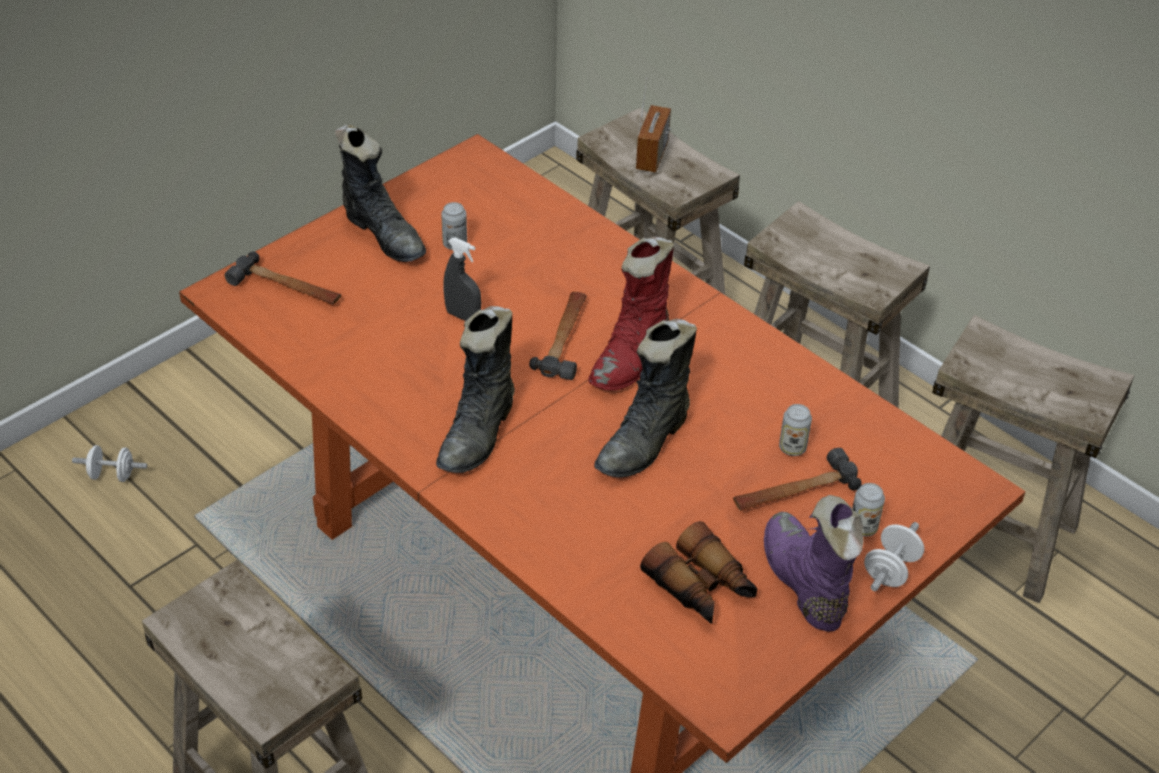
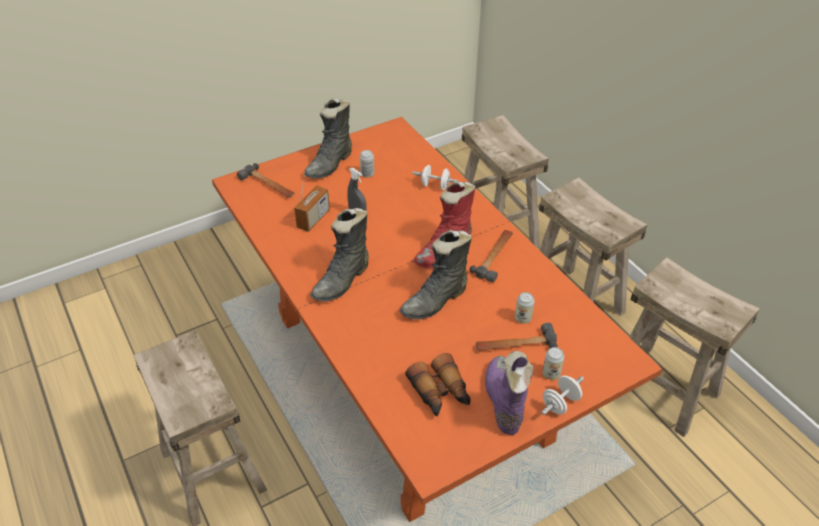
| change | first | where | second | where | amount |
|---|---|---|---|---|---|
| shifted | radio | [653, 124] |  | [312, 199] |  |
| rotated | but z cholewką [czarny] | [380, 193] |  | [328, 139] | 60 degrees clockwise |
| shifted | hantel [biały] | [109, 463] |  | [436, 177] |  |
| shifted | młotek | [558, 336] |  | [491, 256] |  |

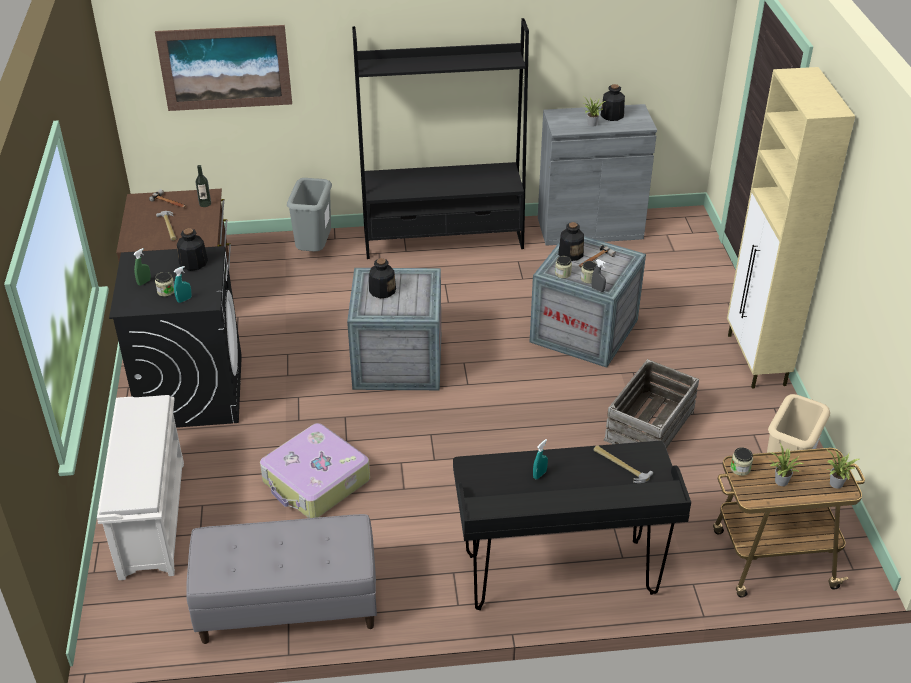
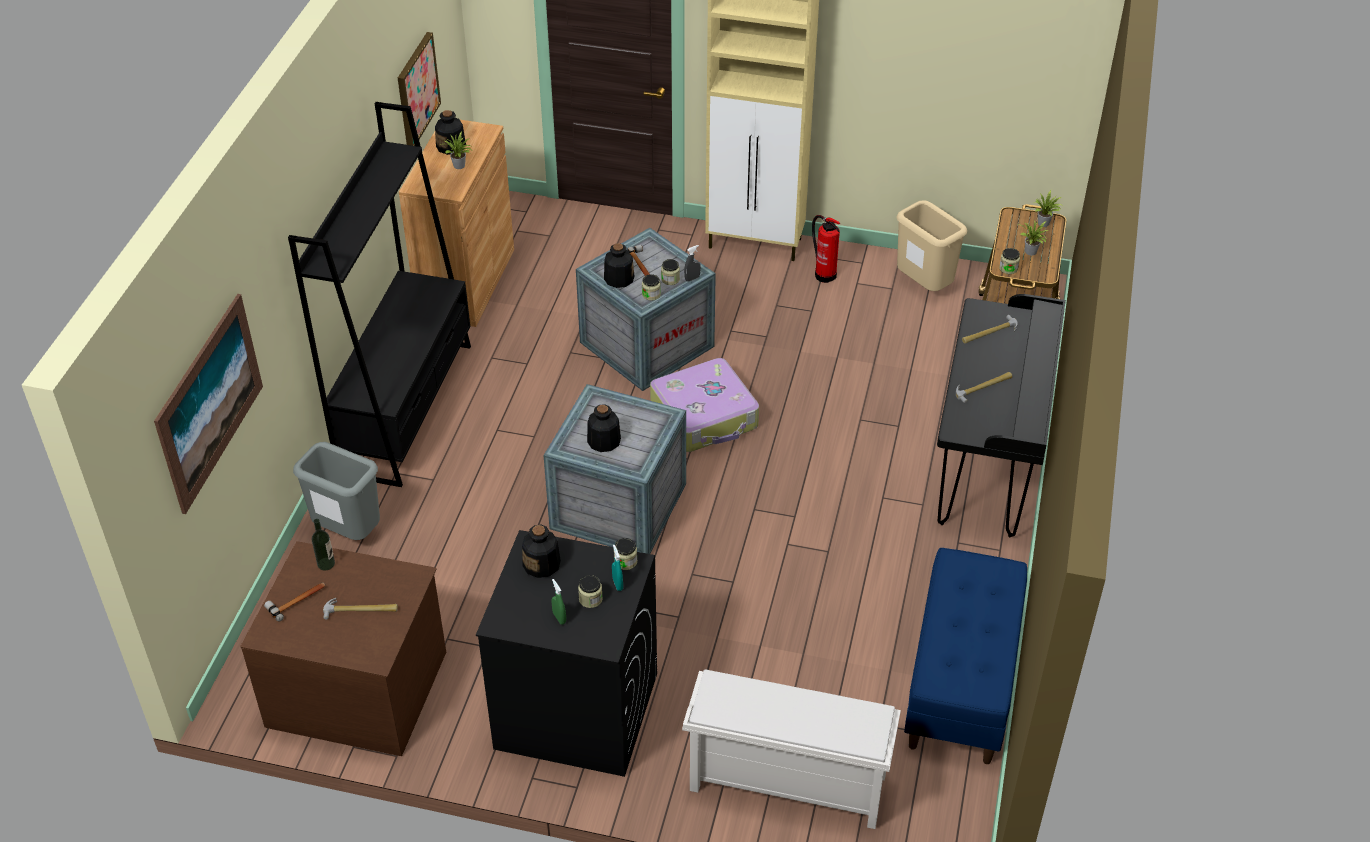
| change | first | where | second | where | amount |
|---|---|---|---|---|---|
| new |  |  | obraz | [419, 89] |  |
| repainted | szafka [szary] | [597, 175] | szafka [brązowy] | [456, 223] |  |
| new |  |  | słoik | [625, 554] |  |
| shifted | walizka | [315, 470] |  | [704, 405] |  |
| new |  |  | gaśnica | [826, 249] |  |
| repainted | ławka [szary] | [281, 579] | ławka [niebieski] | [965, 656] |  |
| swapped | spryskiwacz [turkusowy] | [540, 459] | młotek | [984, 387] |  |
| gone | skrzynka | [651, 403] |  |  |  |

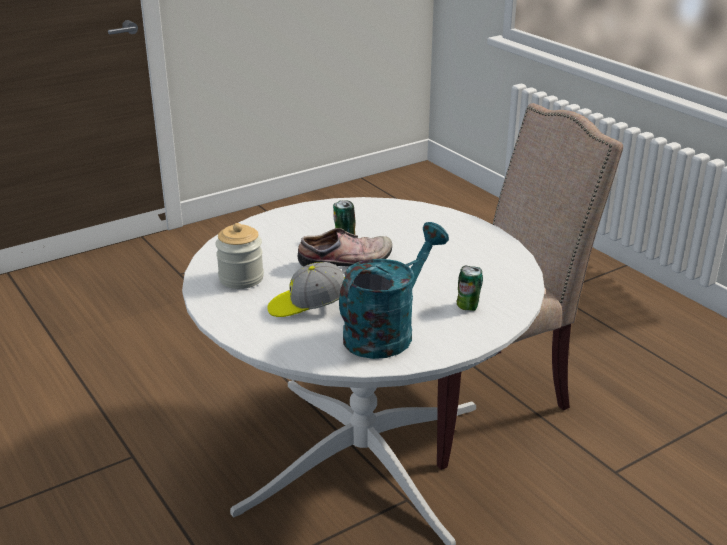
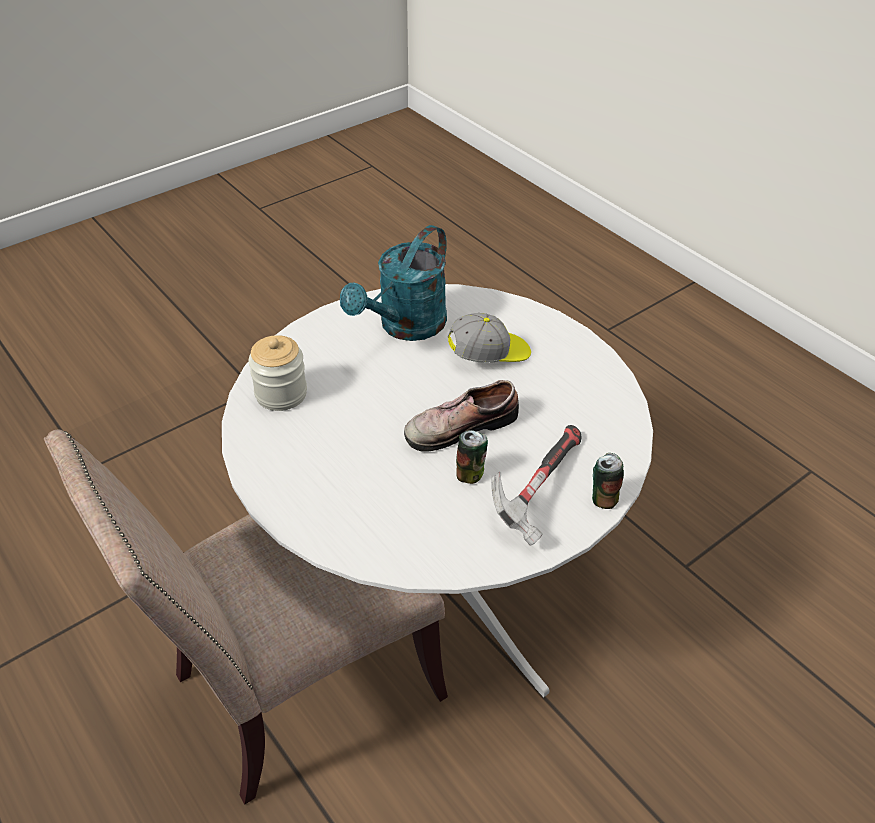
| change | first | where | second | where | amount |
|---|---|---|---|---|---|
| shifted | słoik | [239, 256] |  | [277, 373] |  |
| new |  |  | młotek | [536, 485] |  |
| shifted | puszka | [470, 288] |  | [608, 481] |  |

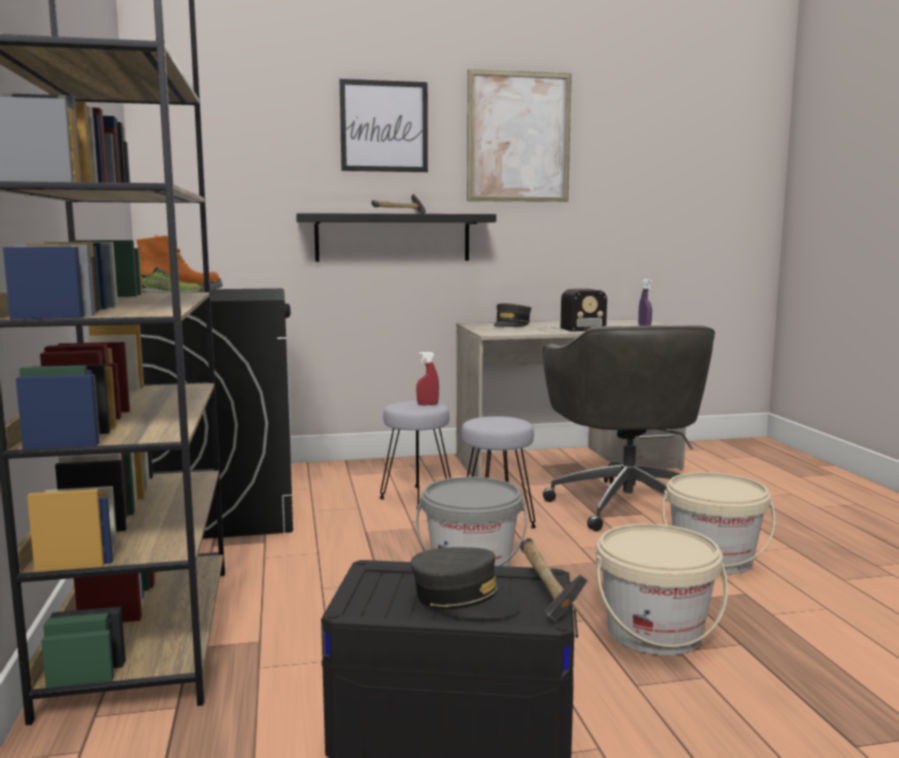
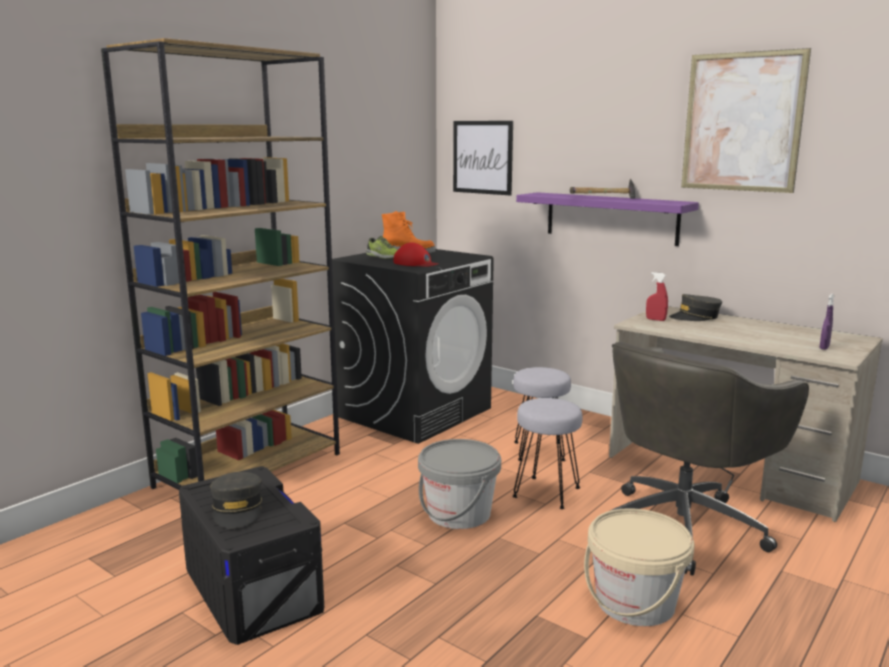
| change | first | where | second | where | amount |
|---|---|---|---|---|---|
| new |  |  | czapka z daszkiem [czerwony] | [416, 255] |  |
| shifted | obraz | [383, 125] |  | [483, 158] |  |
| repainted | półka [czarny] | [396, 237] | półka [fioletowy] | [607, 219] |  |
| shifted | spryskiwacz [czerwony] | [427, 378] |  | [657, 296] |  |
| gone | młotek | [554, 579] |  |  |  |
| gone | radio | [572, 310] |  |  |  |
| gone | wiadro [beżowy] | [662, 589] |  |  |  |

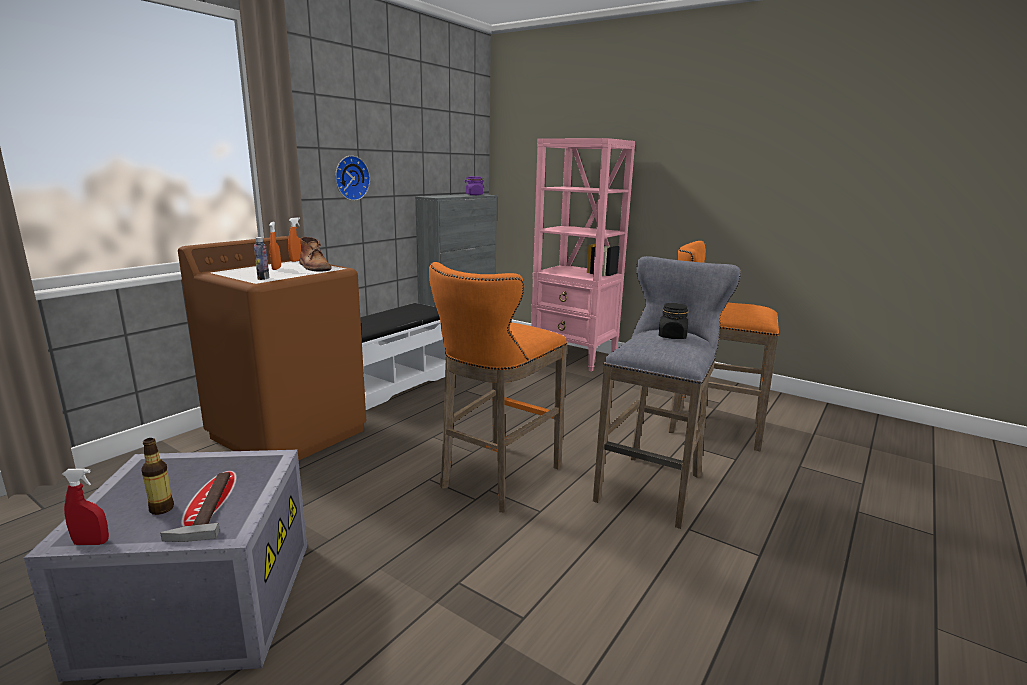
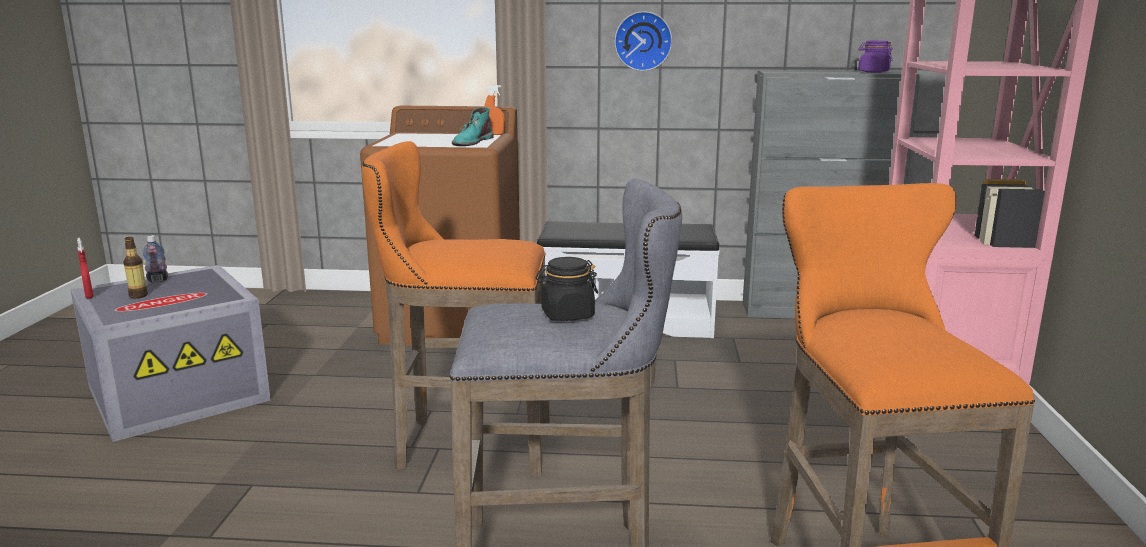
| change | first | where | second | where | amount |
|---|---|---|---|---|---|
| shifted | butelka | [261, 258] |  | [155, 258] |  |
| repainted | but z cholewką [brązowy] | [315, 254] | but z cholewką [turkusowy] | [473, 126] |  |
| gone | młotek | [195, 507] |  |  |  |
| gone | spryskiwacz [pomarańczowy] | [275, 246] |  |  |  |

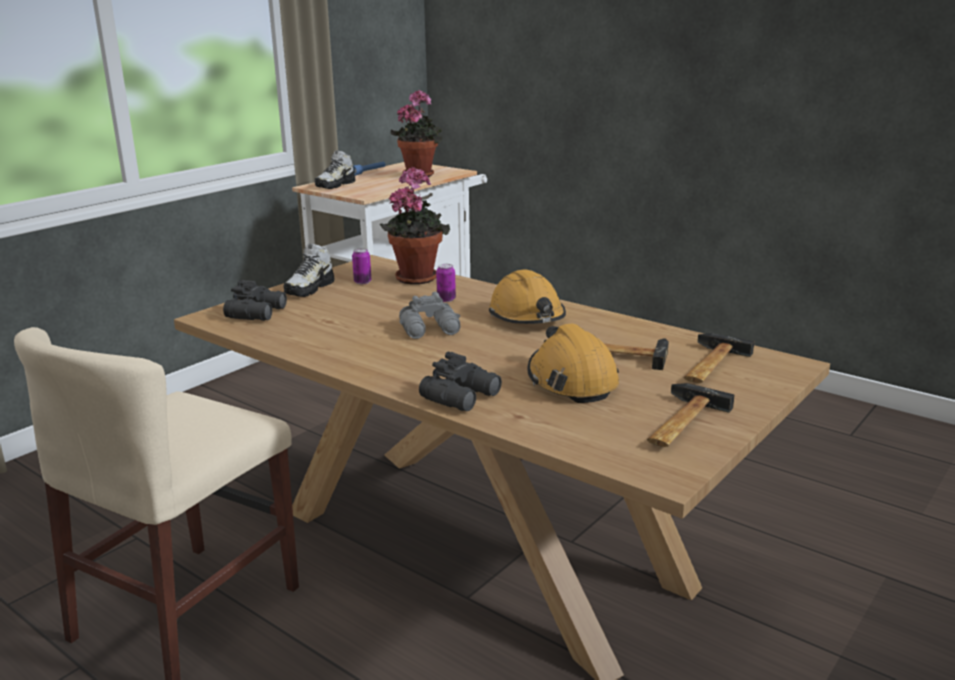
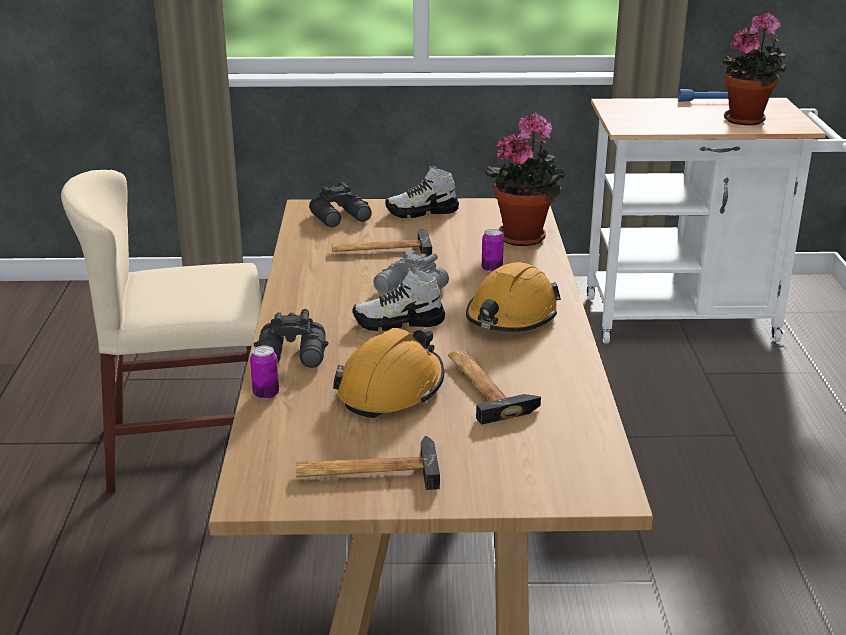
| change | first | where | second | where | amount |
|---|---|---|---|---|---|
| shifted | puszka | [361, 266] |  | [264, 372] |  |
| shifted | młotek | [719, 358] |  | [382, 243] |  |
| shifted | but | [335, 169] |  | [399, 299] |  |

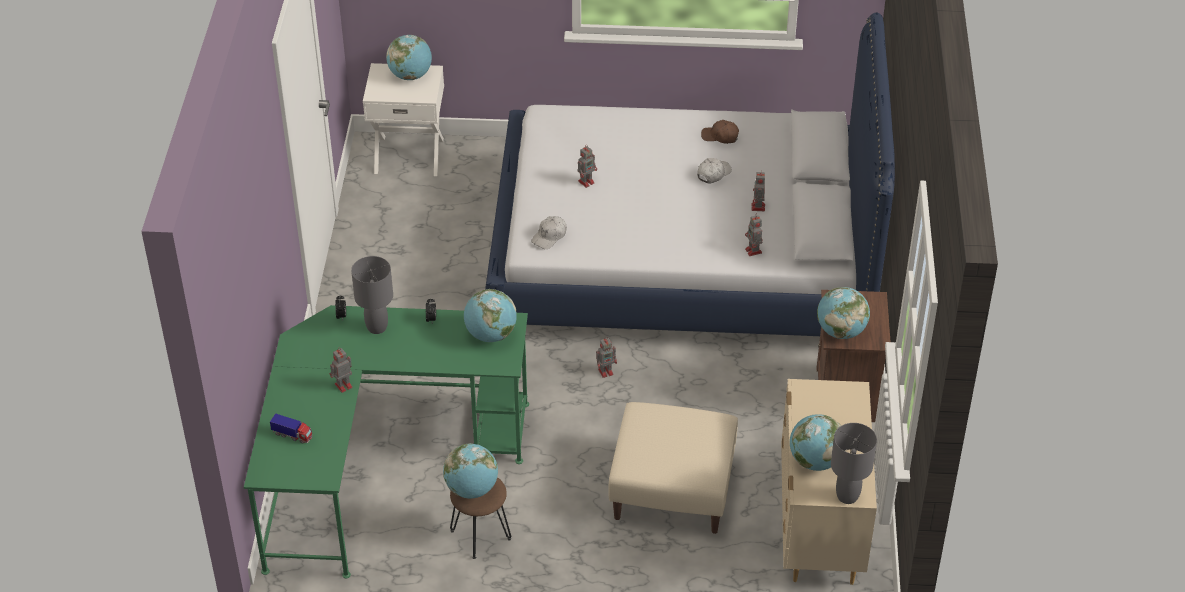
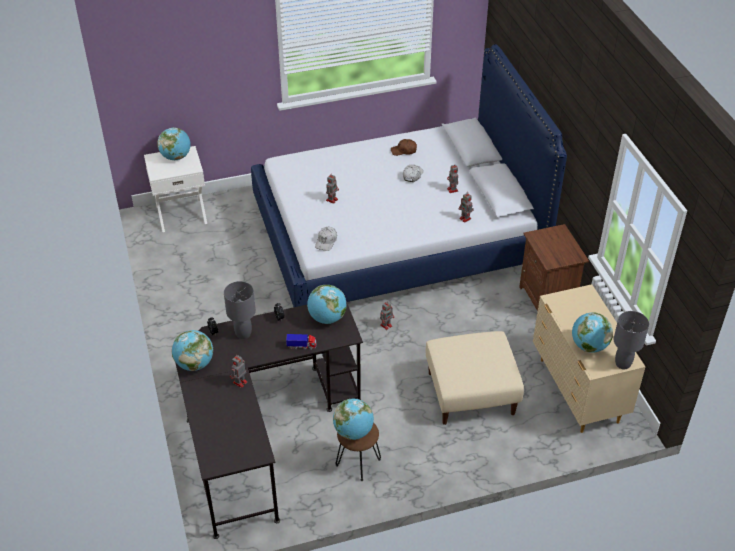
| change | first | where | second | where | amount |
|---|---|---|---|---|---|
| shifted | globus | [843, 313] |  | [192, 350] |  |
| repainted | biurko [zielony] | [386, 441] | biurko [czarny] | [269, 420] |  |
| shifted | ciężarówka zabawkowa | [291, 428] |  | [301, 342] |  |

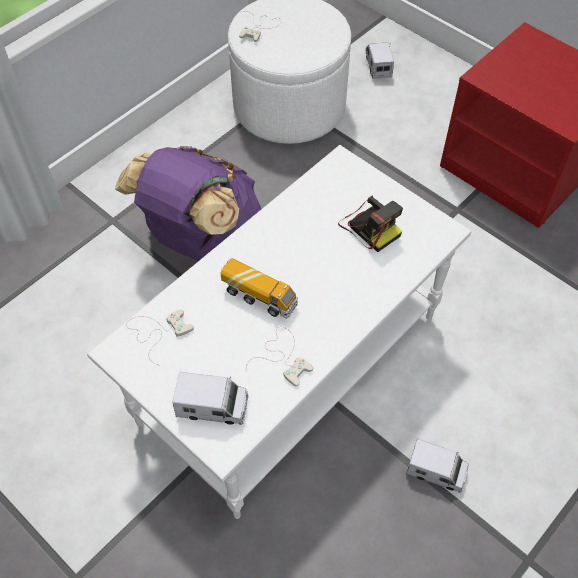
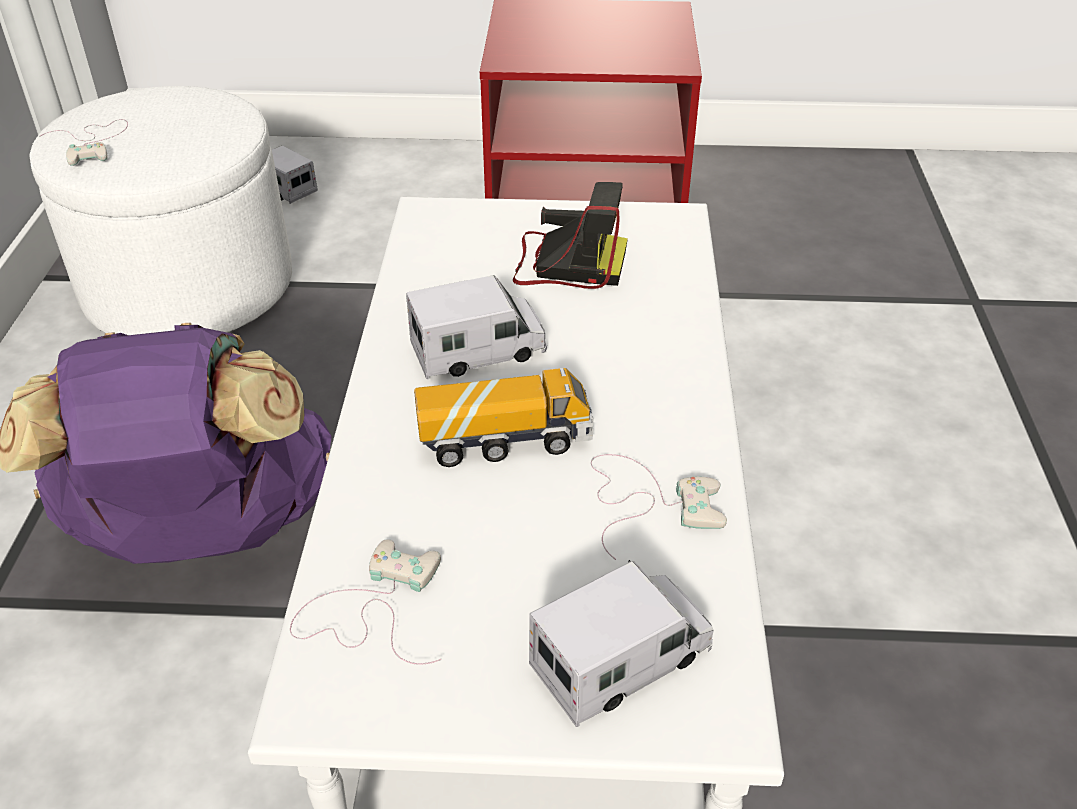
| change | first | where | second | where | amount |
|---|---|---|---|---|---|
| shifted | ciężarówka zabawkowa | [437, 466] |  | [476, 327] |  |

